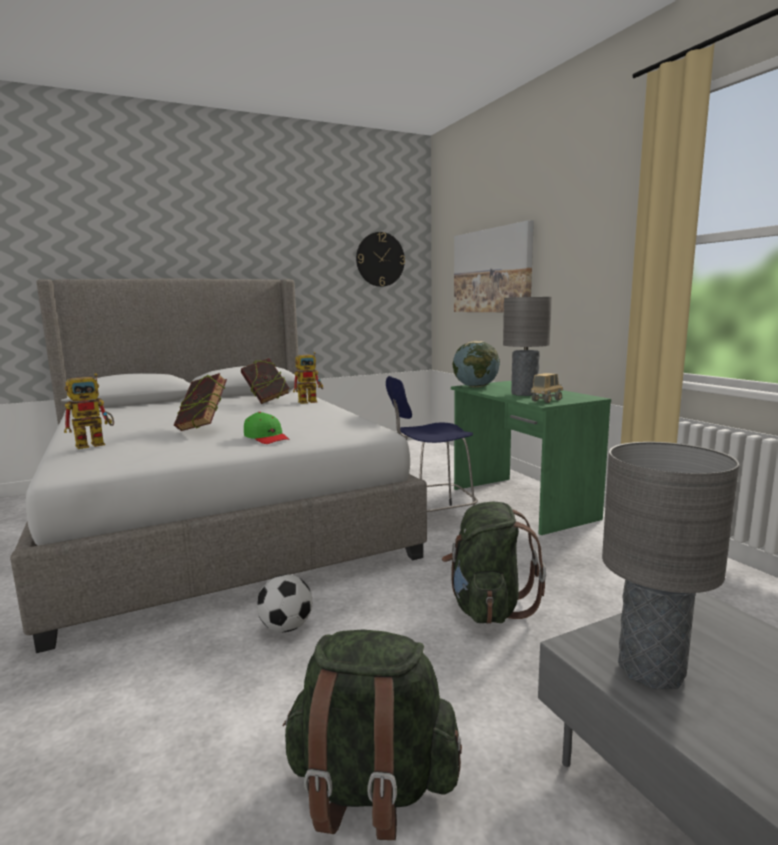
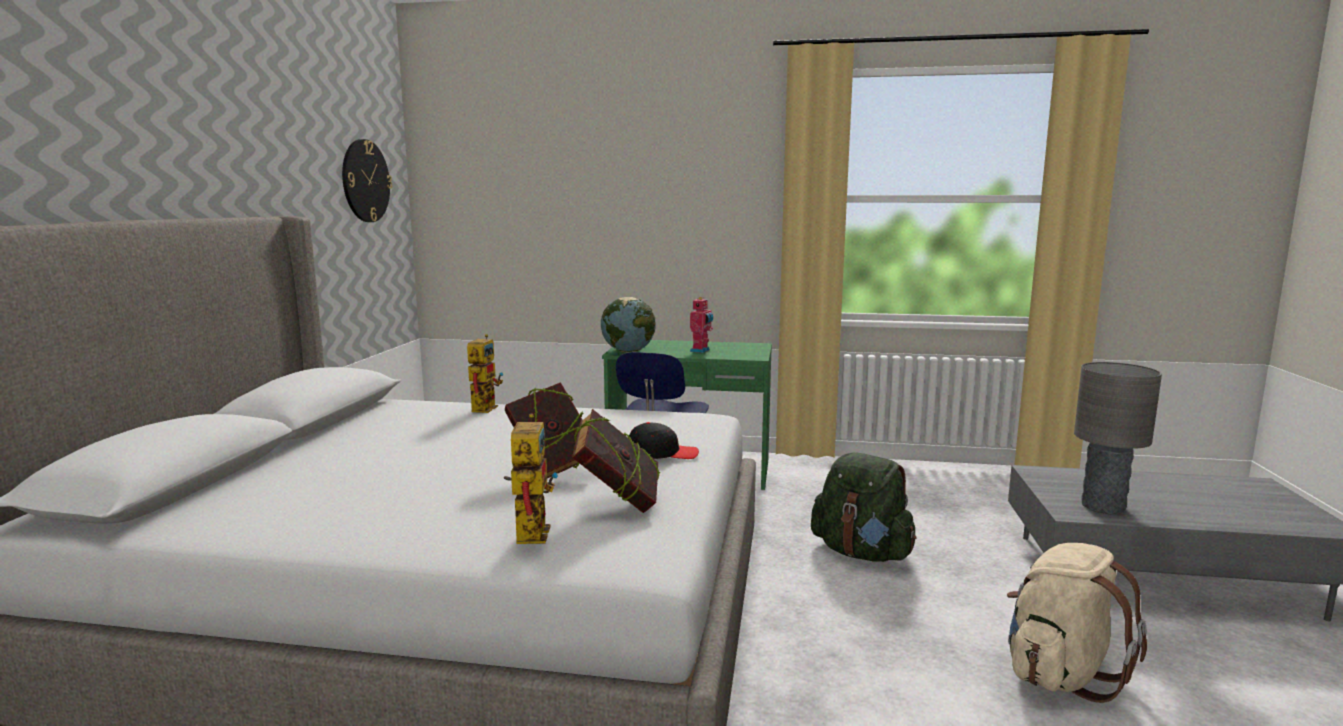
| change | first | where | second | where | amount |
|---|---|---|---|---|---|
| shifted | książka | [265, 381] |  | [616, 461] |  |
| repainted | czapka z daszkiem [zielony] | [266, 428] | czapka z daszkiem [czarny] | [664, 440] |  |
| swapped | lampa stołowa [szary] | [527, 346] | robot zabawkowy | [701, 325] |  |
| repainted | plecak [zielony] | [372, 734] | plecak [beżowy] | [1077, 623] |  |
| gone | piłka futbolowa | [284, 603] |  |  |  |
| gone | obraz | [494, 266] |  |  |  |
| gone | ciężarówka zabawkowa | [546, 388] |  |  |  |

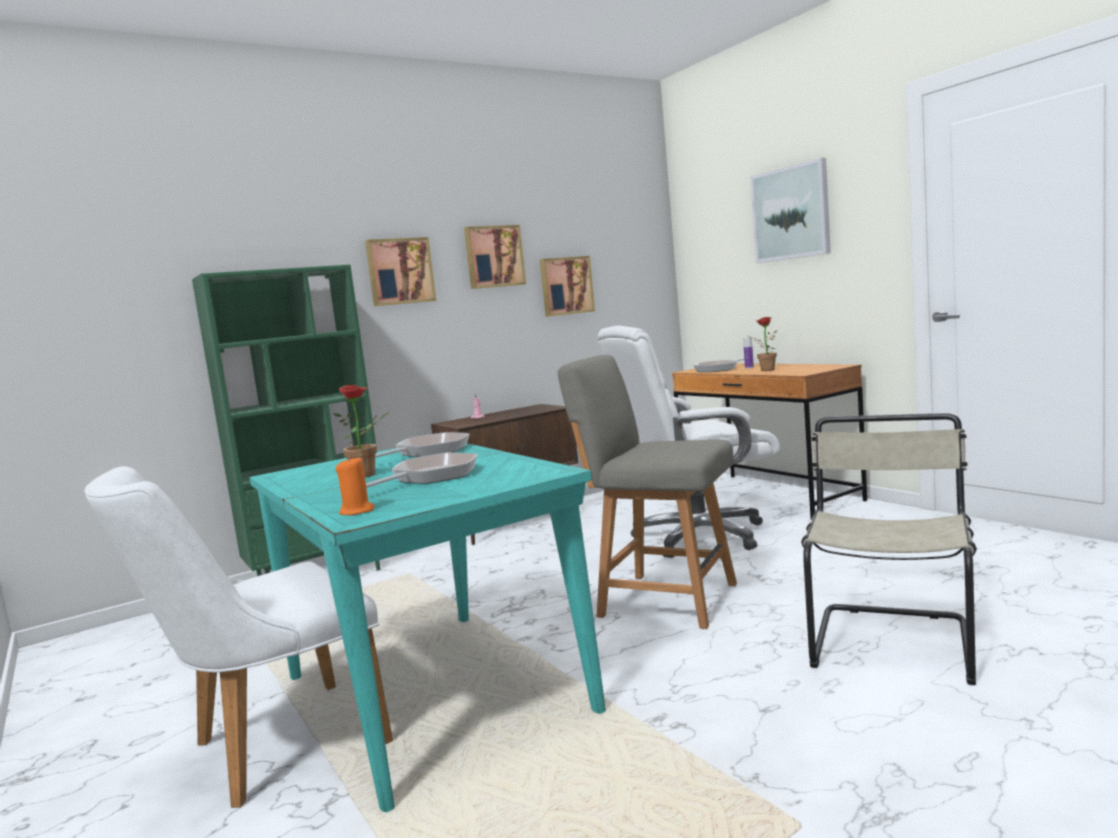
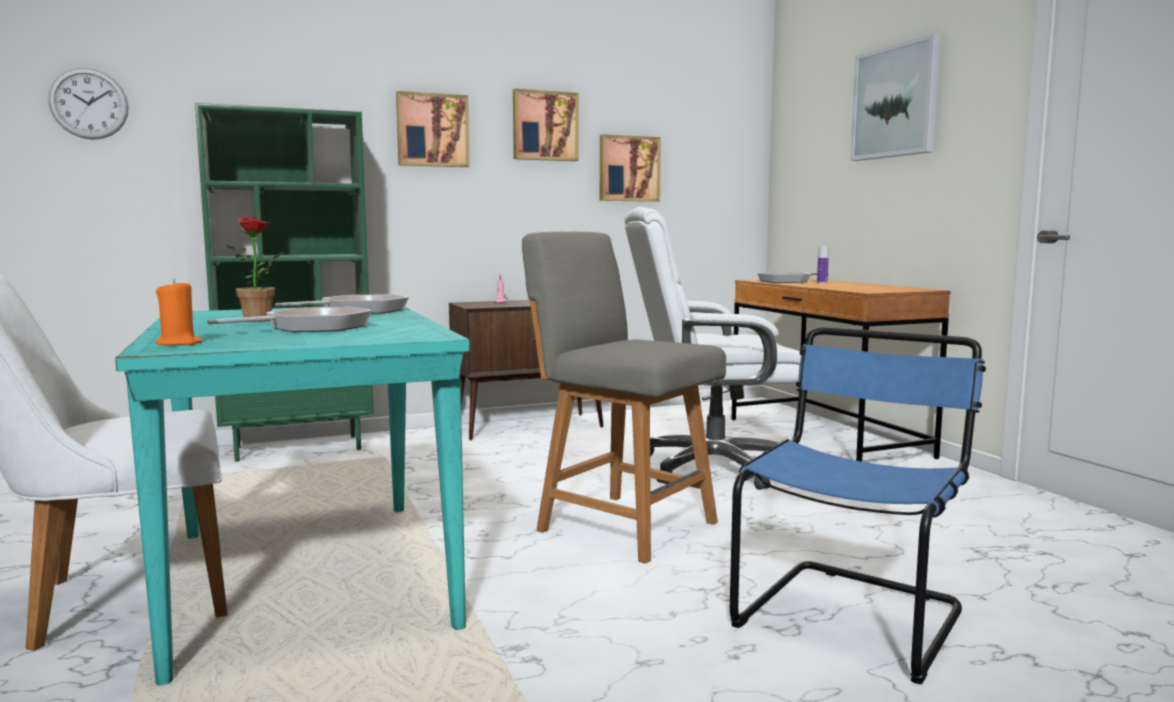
| change | first | where | second | where | amount |
|---|---|---|---|---|---|
| new |  |  | zegar ścienny | [88, 104] |  |
| repainted | krzesło [beżowy] | [889, 549] | krzesło [niebieski] | [858, 505] |  |
| gone | roślina doniczkowa | [762, 344] |  |  |  |

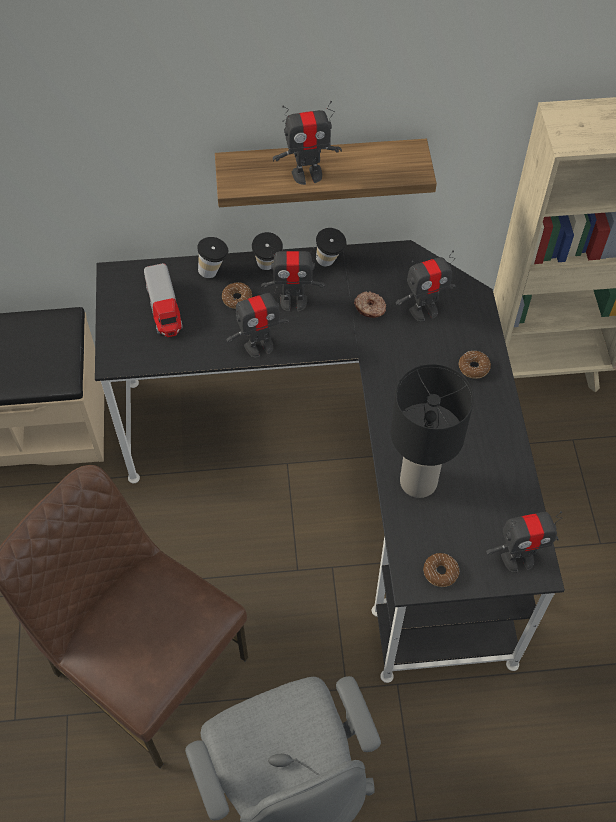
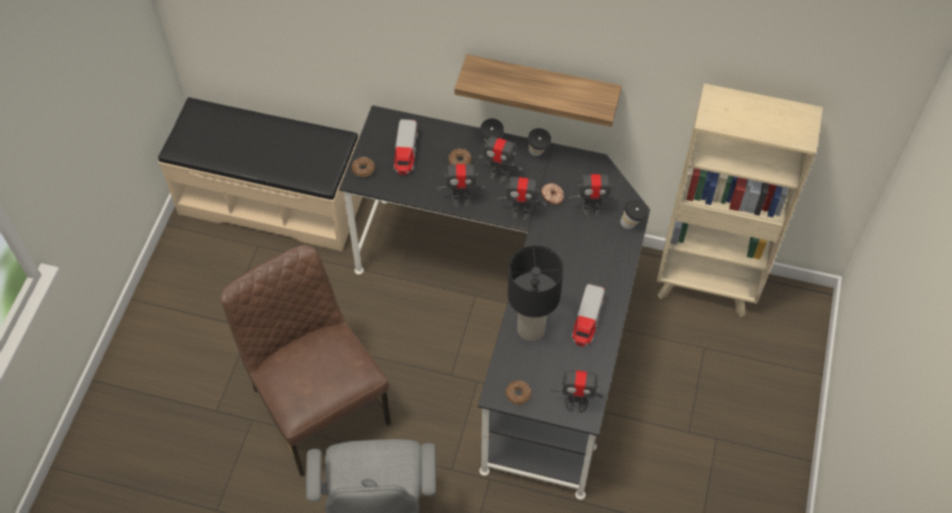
| change | first | where | second | where | amount |
|---|---|---|---|---|---|
| shifted | donut | [474, 365] |  | [363, 167] |  |
| shifted | robot zabawkowy | [307, 143] |  | [522, 197] |  |
| new |  |  | ciężarówka zabawkowa | [588, 315] |  |
| shifted | filiżanka | [212, 257] |  | [634, 214] |  |

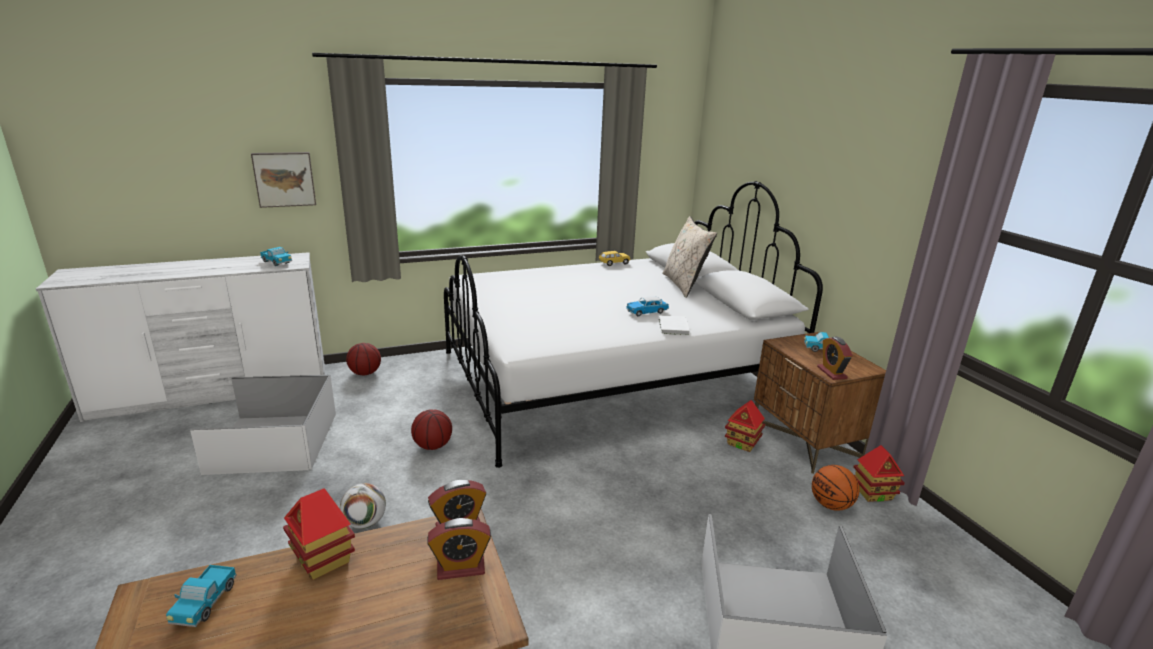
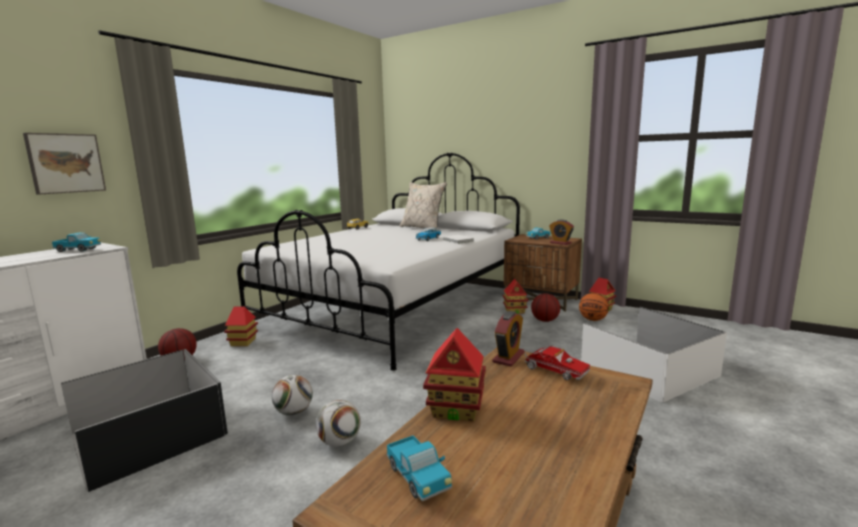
| change | first | where | second | where | amount |
|---|---|---|---|---|---|
| repainted | pojemnik do przechowywania [biały] | [263, 425] | pojemnik do przechowywania [czarny] | [144, 420] |  |
| new |  |  | domek | [241, 326] |  |
| new |  |  | piłka futbolowa | [292, 395] |  |
| swapped | budzik | [459, 549] | ciężarówka zabawkowa | [557, 362] |  |
| shifted | piłka do koszykówki | [431, 429] |  | [545, 307] |  |

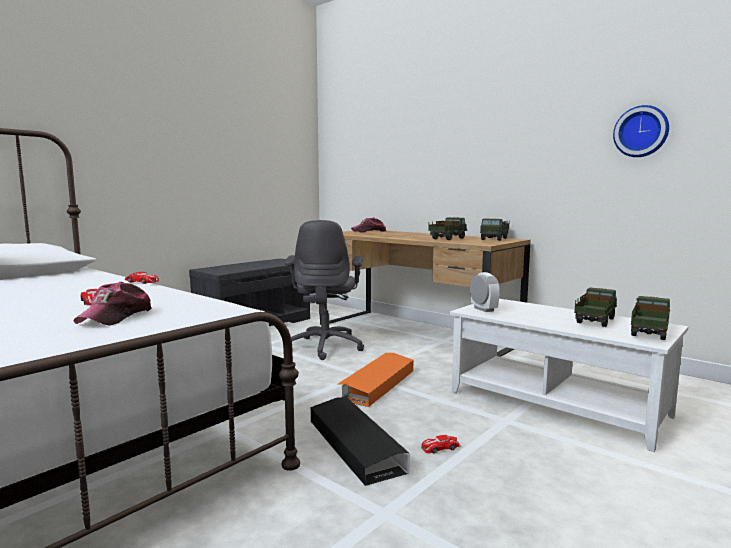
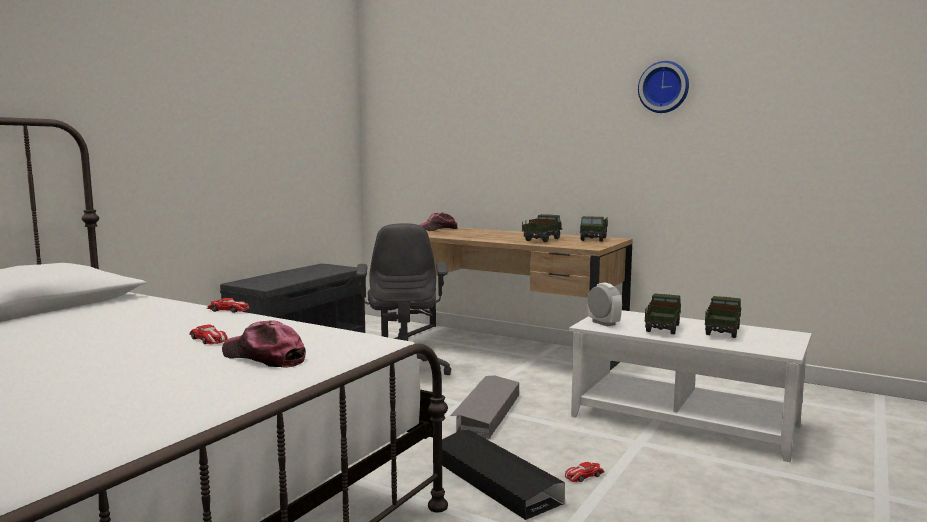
| change | first | where | second | where | amount |
|---|---|---|---|---|---|
| rotated | czapka z daszkiem | [112, 304] |  | [264, 344] | 120 degrees clockwise |
| repainted | pojemnik do przechowywania [pomarańczowy] | [375, 380] | pojemnik do przechowywania [szary] | [484, 407] |  |
| shifted | zegar ścienny | [641, 131] |  | [663, 87] |  |
| shifted | ciężarówka zabawkowa | [650, 318] |  | [662, 314] |  |

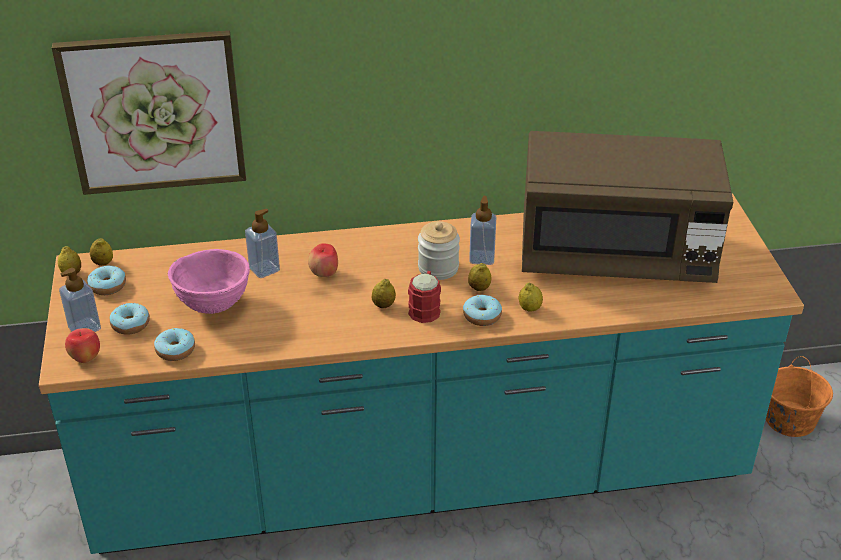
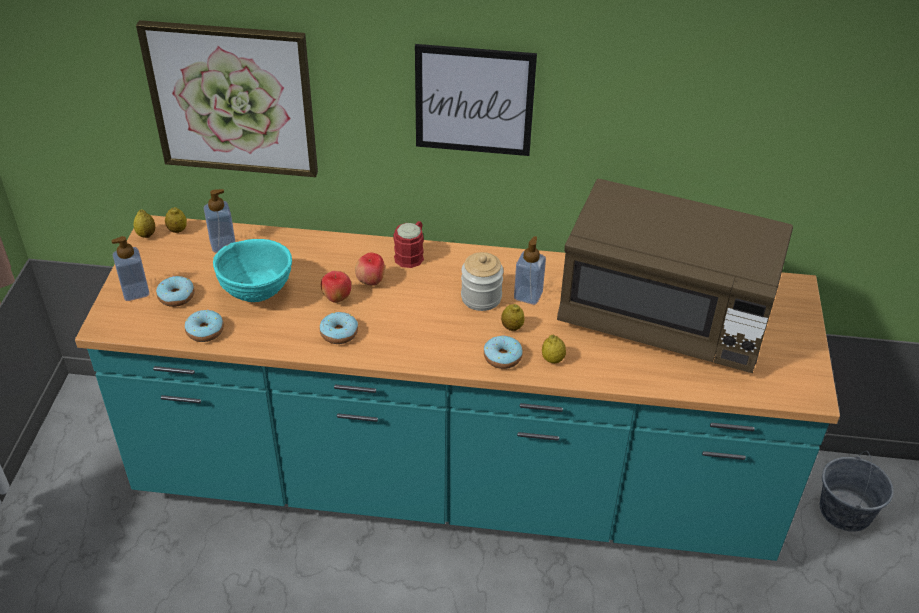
| change | first | where | second | where | amount |
|---|---|---|---|---|---|
| shifted | dozownik mydła | [262, 243] |  | [220, 221] |  |
| repainted | miska [różowy] | [209, 281] | miska [turkusowy] | [252, 270] |  |
| shifted | donut | [106, 280] |  | [339, 328] |  |
| shifted | jabłko | [82, 345] |  | [336, 287] |  |
| shifted | kubek [czerwony] | [424, 297] |  | [408, 244] |  |
| new |  |  | obraz | [476, 100] |  |
| repainted | wiadro [pomarańczowy] | [799, 396] | wiadro [szary] | [857, 491] |  |
| gone | cytryna | [384, 293] |  |  |  |

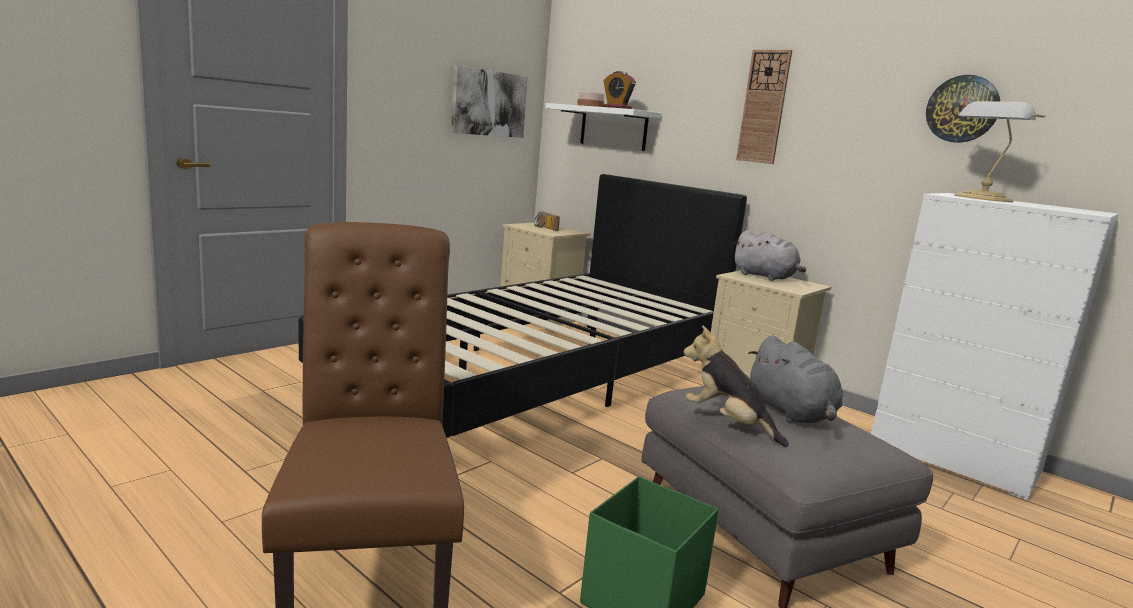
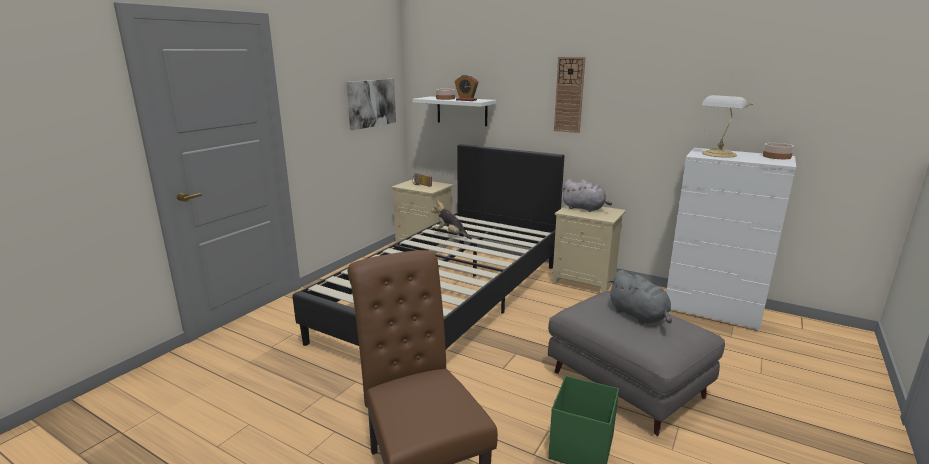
| change | first | where | second | where | amount |
|---|---|---|---|---|---|
| shifted | pluszak | [736, 386] |  | [451, 219] |  |
| new |  |  | miska | [778, 151] |  |
| gone | zegar ścienny | [963, 109] |  |  |  |

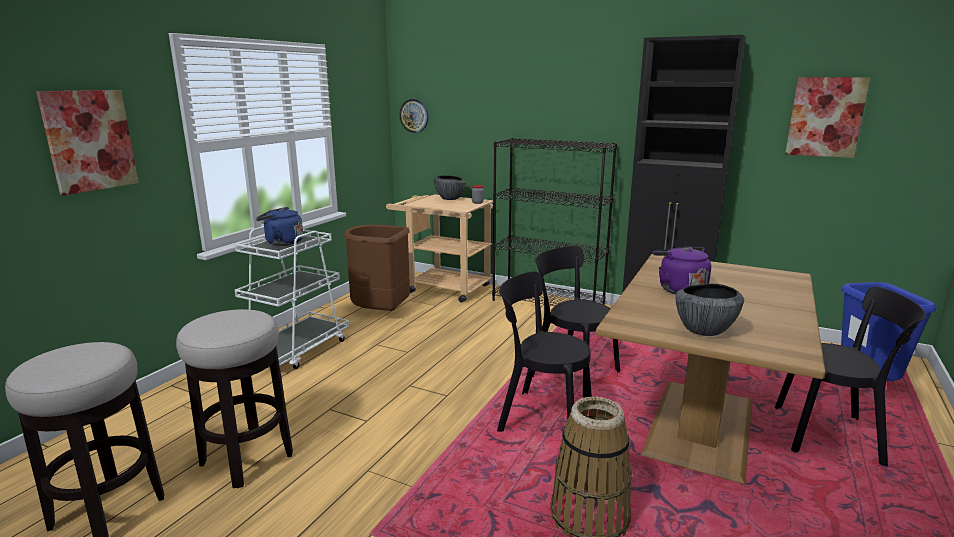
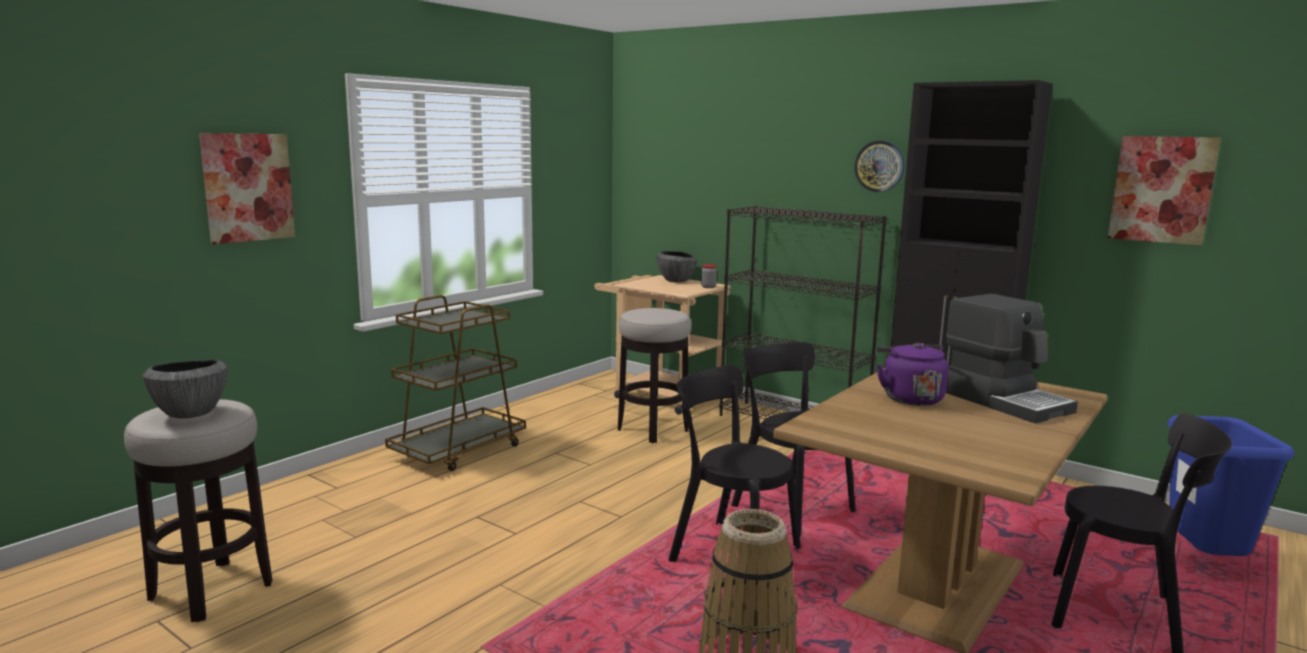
| change | first | where | second | where | amount |
|---|---|---|---|---|---|
| shifted | miska | [710, 309] |  | [185, 388] |  |
| repainted | wózek [biały] | [292, 297] | wózek [brązowy] | [455, 383] |  |
| shifted | stołek | [234, 398] |  | [654, 375] |  |
| shifted | zegar ścienny | [414, 116] |  | [879, 166] |  |
| new |  |  | ekspres do kawy | [1012, 359] |  |
| gone | czajnik [niebieski] | [279, 226] |  |  |  |
| gone | kosz na śmieci [brązowy] | [376, 268] |  |  |  |

